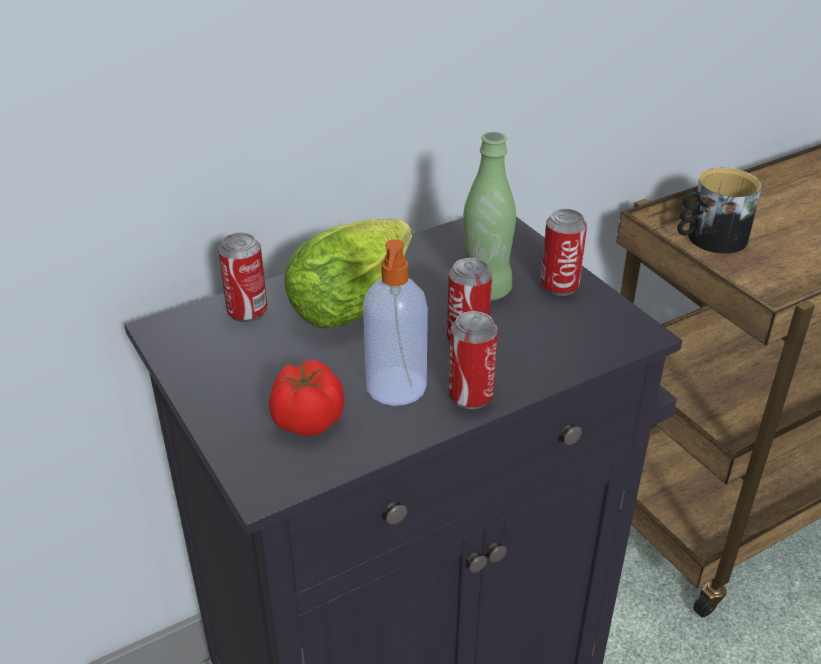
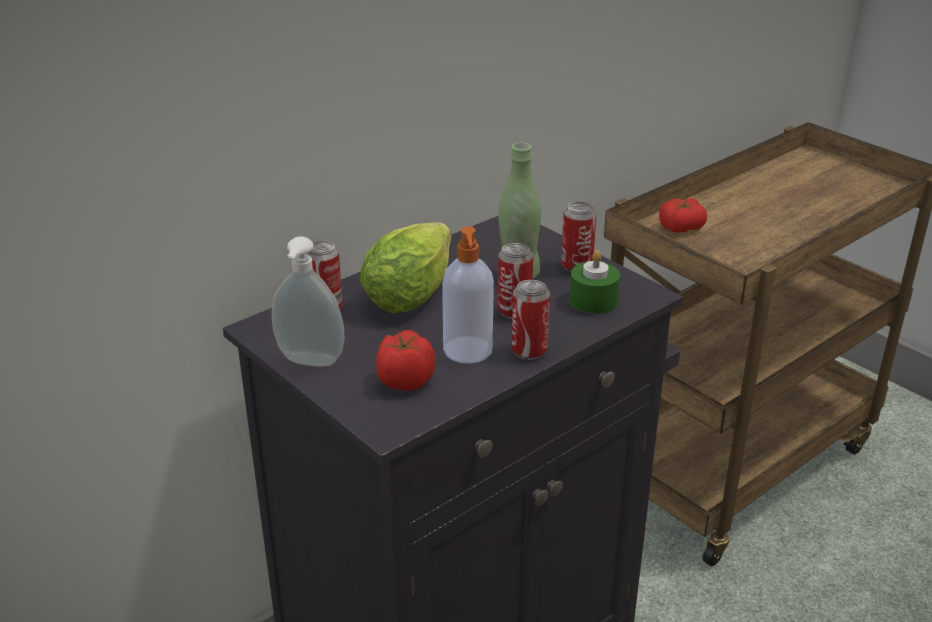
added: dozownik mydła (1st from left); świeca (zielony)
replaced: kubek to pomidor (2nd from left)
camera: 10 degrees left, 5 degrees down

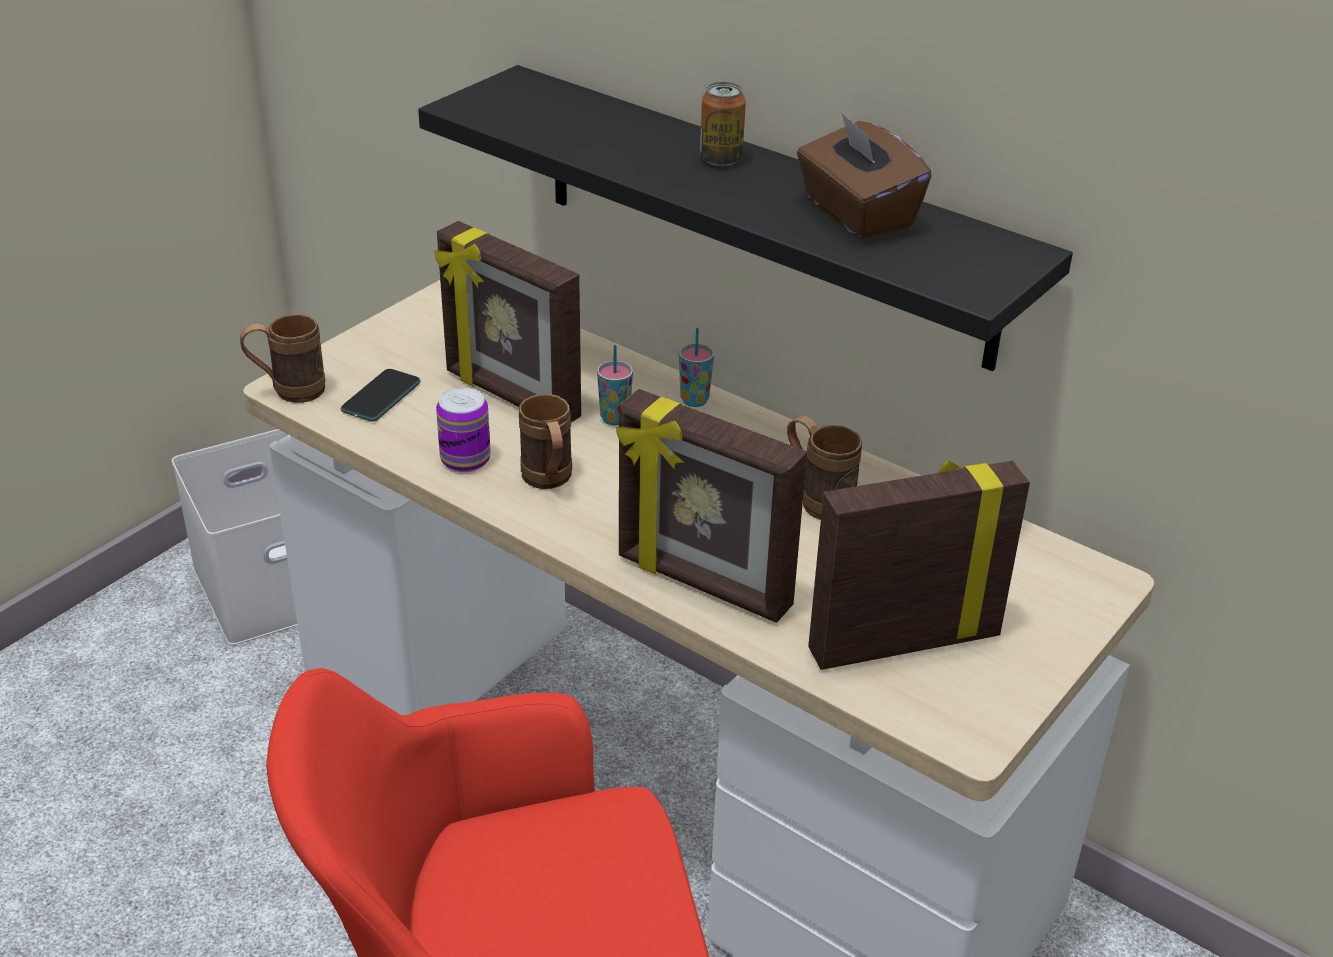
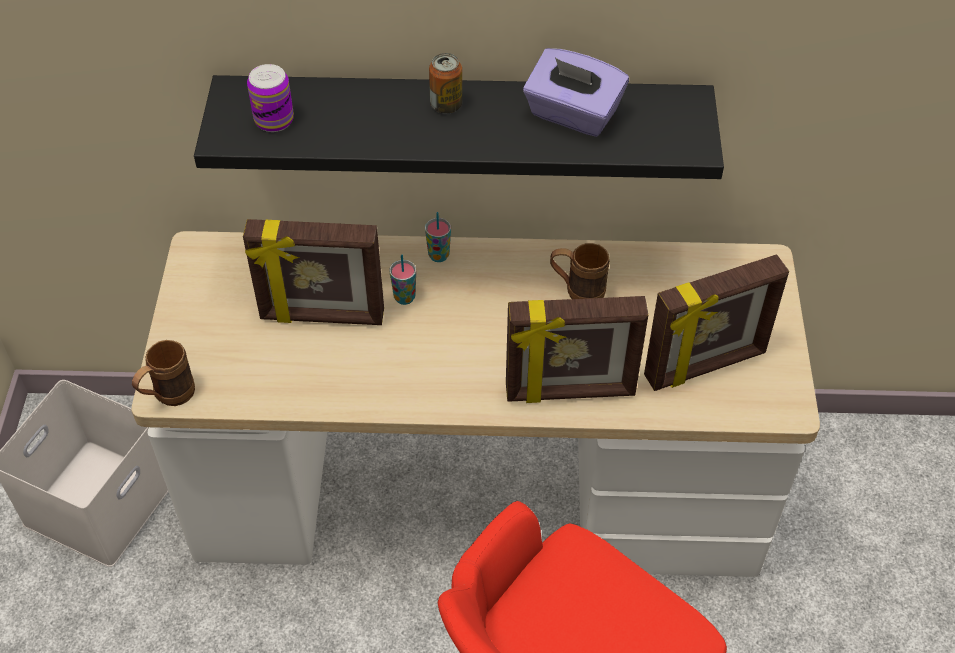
removed: telefon; kubek (brązowy) (2nd from left)
moved: puszka (1st from left)
recoloured: pudełko chusteczek (brązowy) to pudełko chusteczek (fioletowy)
turned: ramka na zdjęcie (3rd from left) 150 degrees counterclockwise
camera: 35 degrees left, 15 degrees up

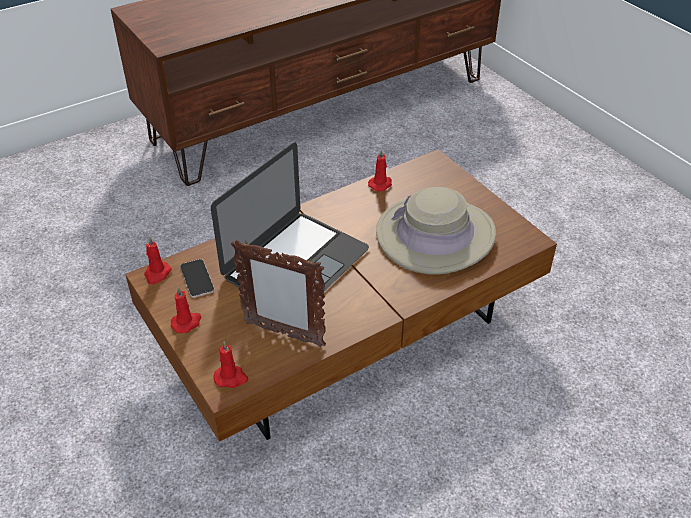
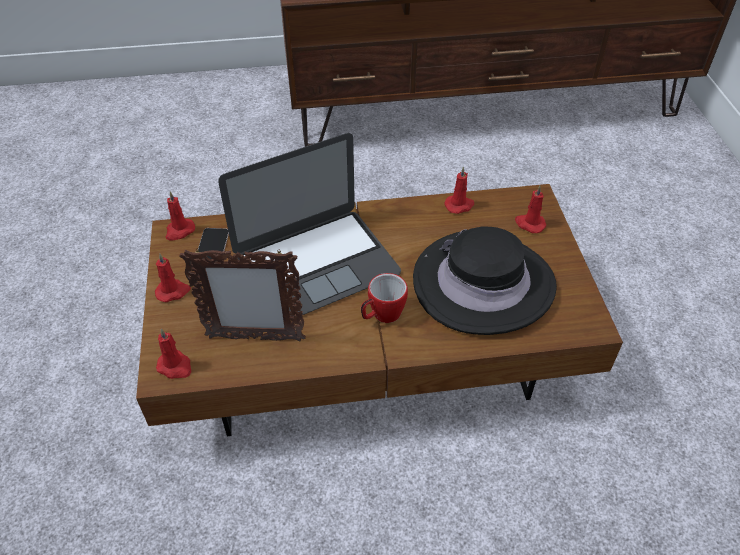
added: kubek; świeca (czerwony) (5th from left)
recoloured: kapelusz (beżowy) to kapelusz (czarny)
turned: ramka na zdjęcie 45 degrees counterclockwise
camera: 25 degrees right, 5 degrees up

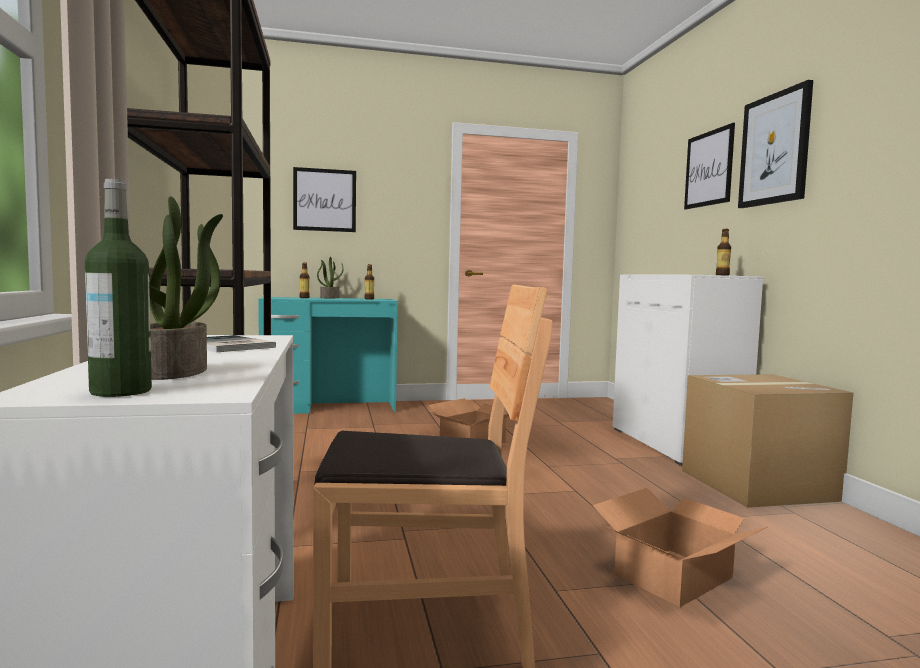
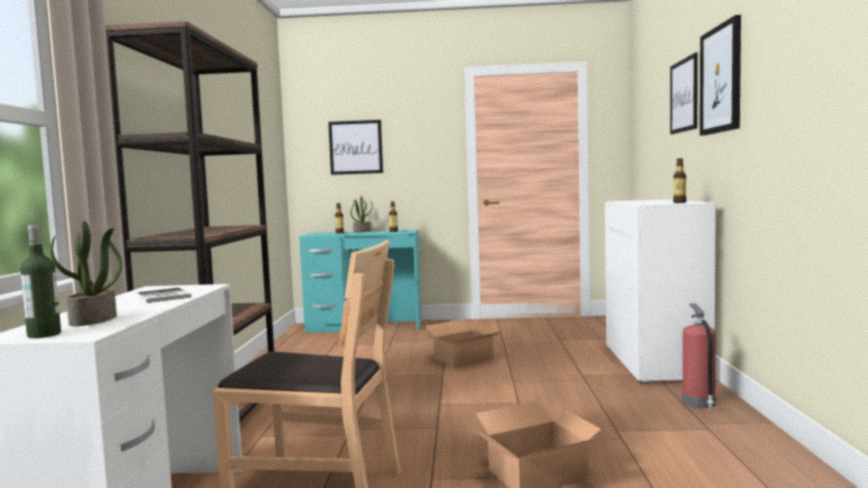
replaced: karton (3rd from left) to gaśnica
camera: 15 degrees right, 0 degrees up

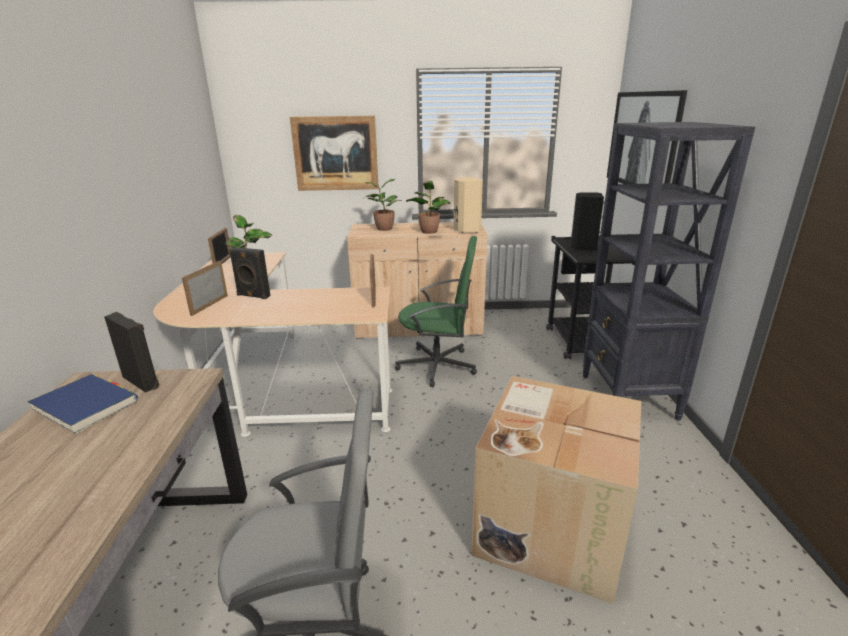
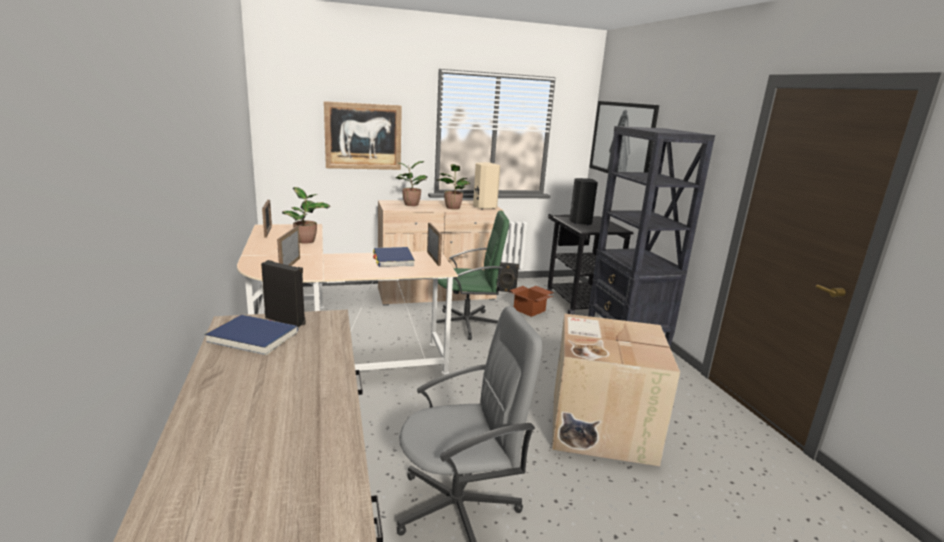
added: książka (niebieski) (2nd from left); karton (1st from left)
moved: głośnik (czarny) (2nd from left)
camera: 15 degrees left, 5 degrees down

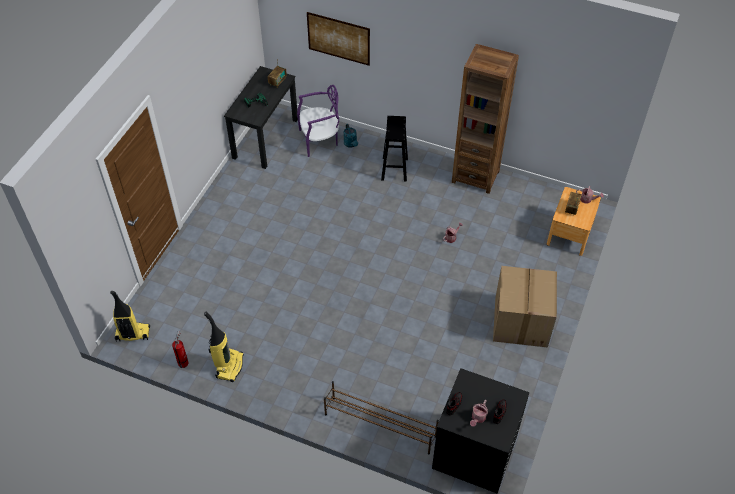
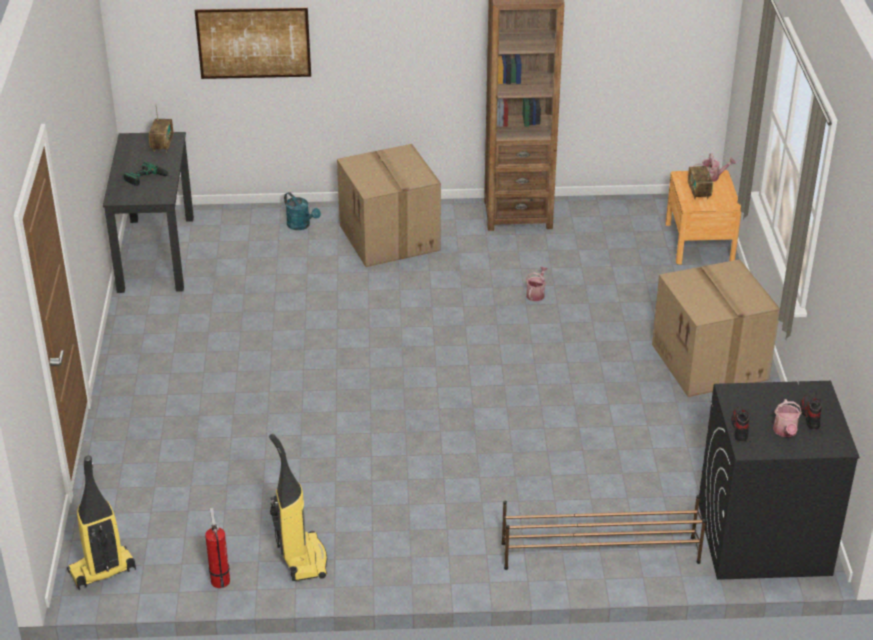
removed: krzesło (fioletowy)
replaced: stołek (czarny) to karton (1st from left)
camera: 25 degrees left, 15 degrees down

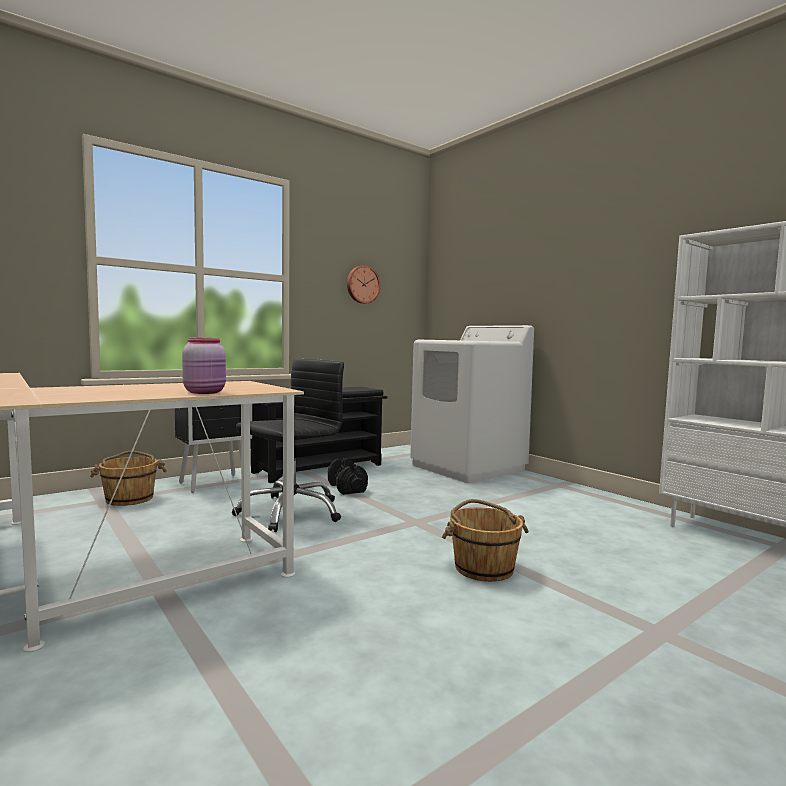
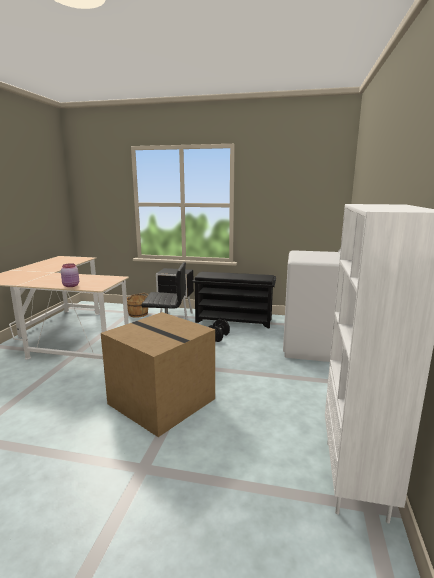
removed: zegar ścienny
replaced: wiadro (brązowy) (2nd from left) to karton
camera: 50 degrees right, 10 degrees up

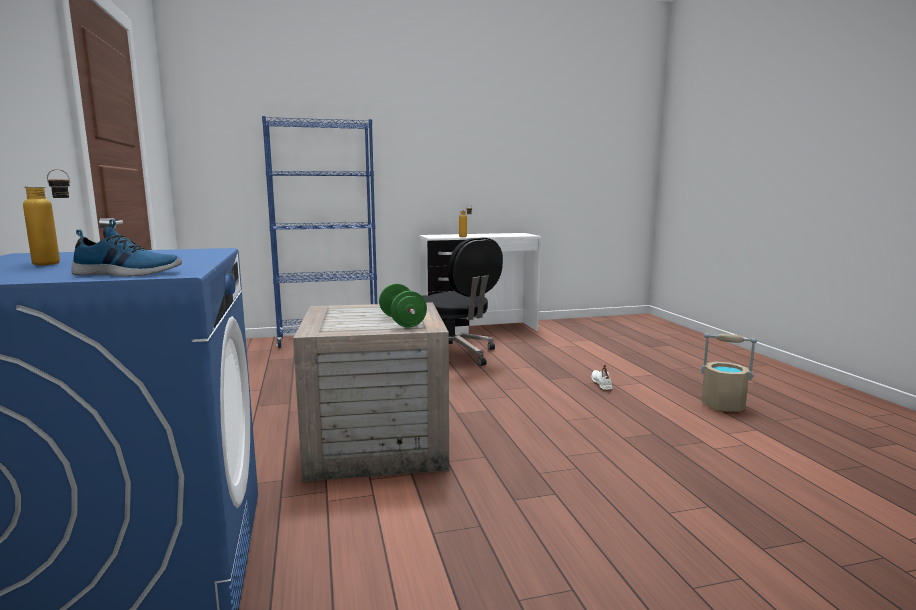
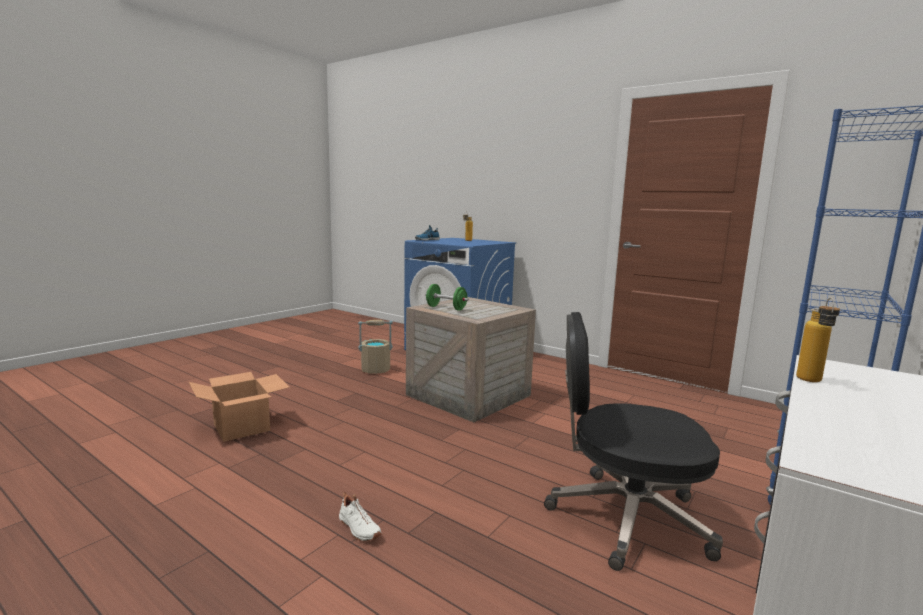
added: karton
moved: wiadro (beżowy)
camera: 140 degrees right, 0 degrees up

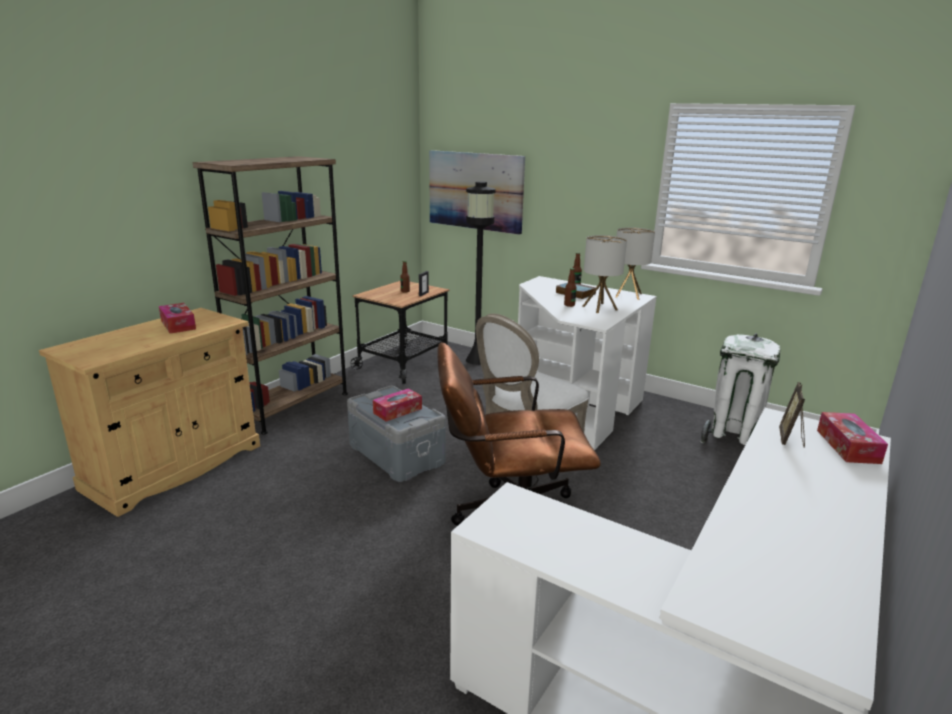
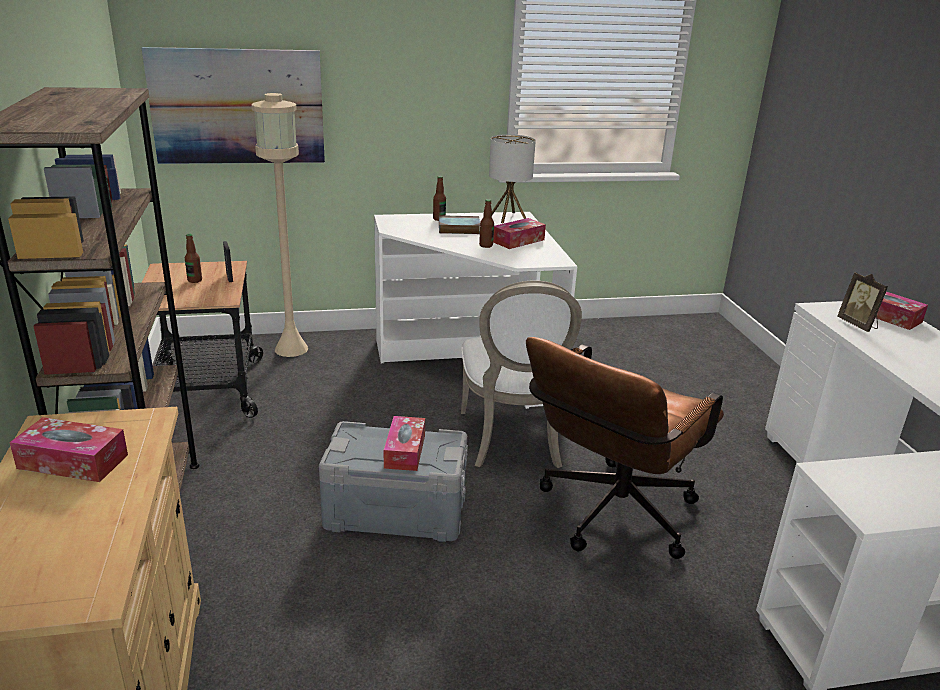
removed: kosz na śmieci (biały)
replaced: lampa stołowa (1st from left) to pudełko chusteczek (3rd from left)
recoloured: lampa stojąca (czarny) to lampa stojąca (beżowy)
camera: 45 degrees left, 5 degrees up

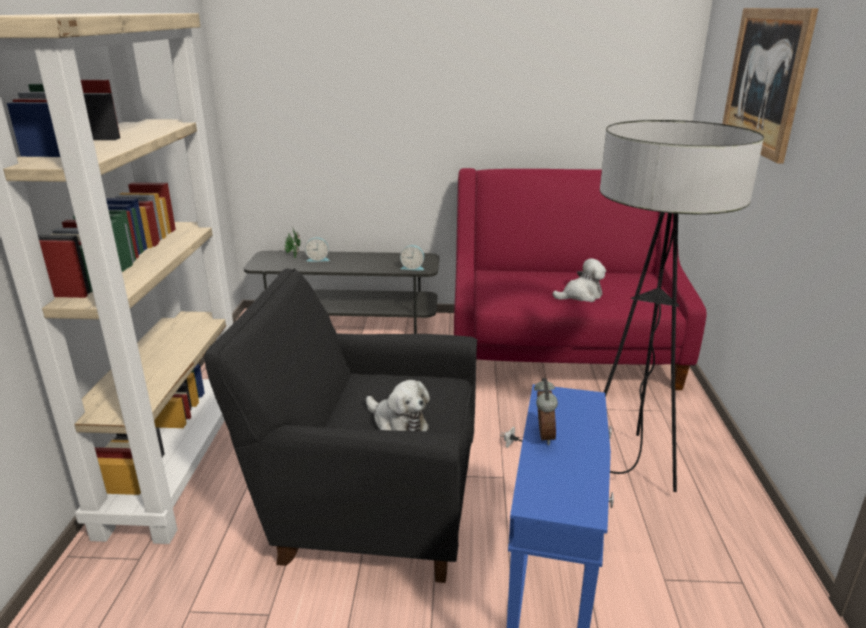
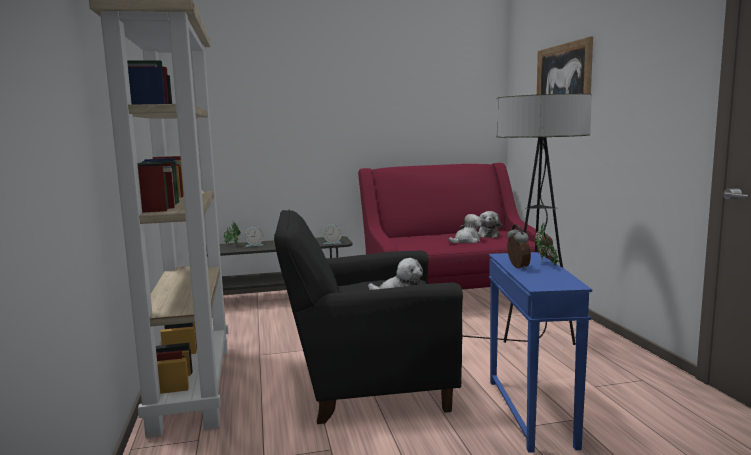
added: pluszak (3rd from left); roślina doniczkowa (2nd from left)
camera: 15 degrees left, 15 degrees down

